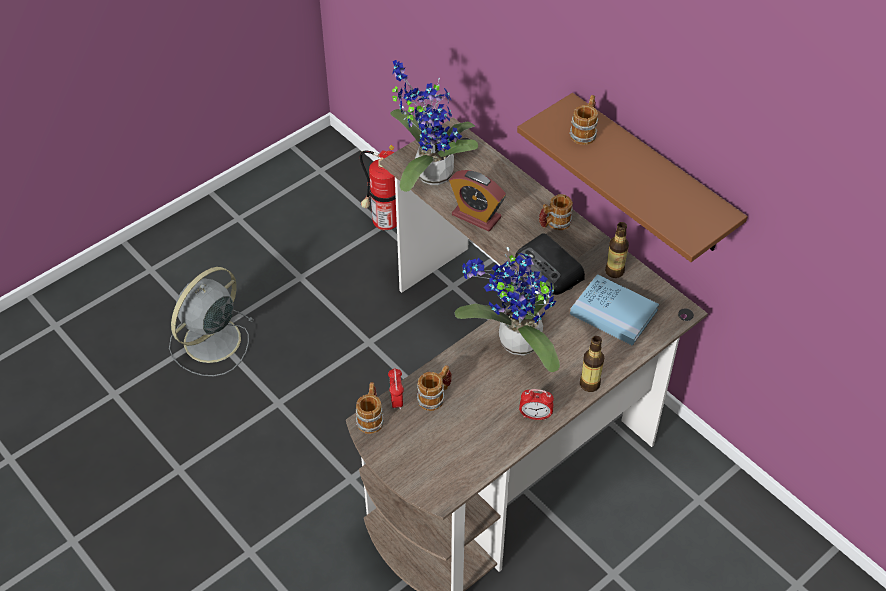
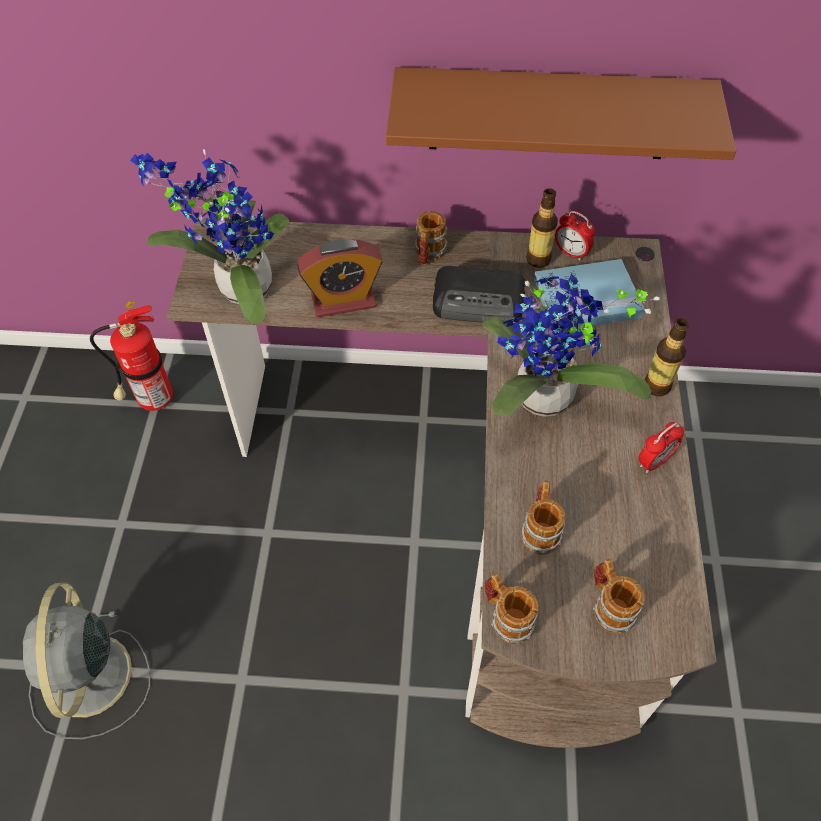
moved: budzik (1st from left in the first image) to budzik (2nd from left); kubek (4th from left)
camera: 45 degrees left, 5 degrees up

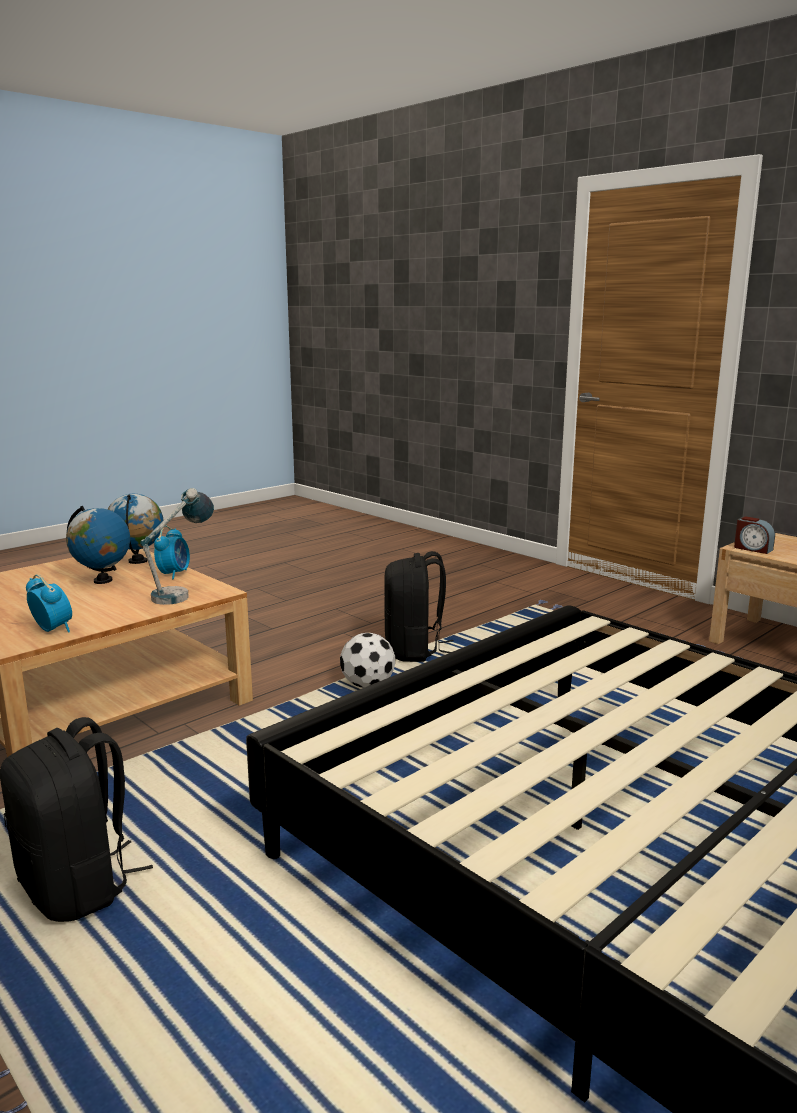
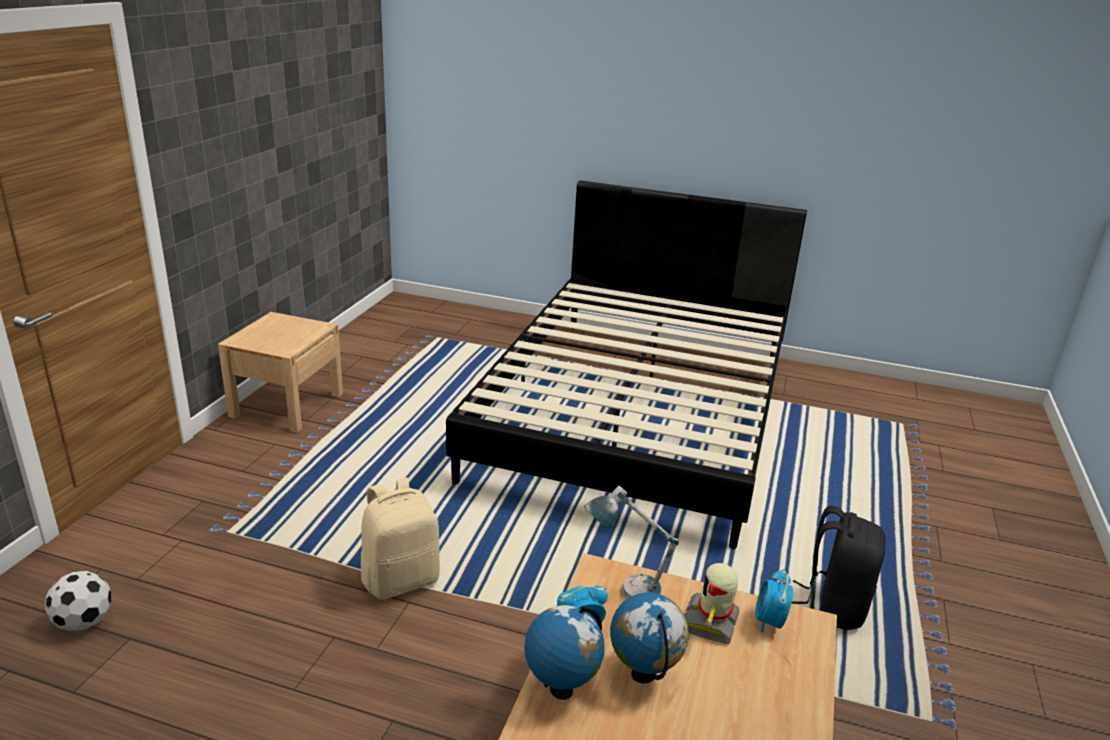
removed: budzik (3rd from left)
added: robot zabawkowy
moved: piłka futbolowa
recoloured: plecak (czarny) (2nd from left) to plecak (beżowy)
camera: 120 degrees left, 10 degrees up

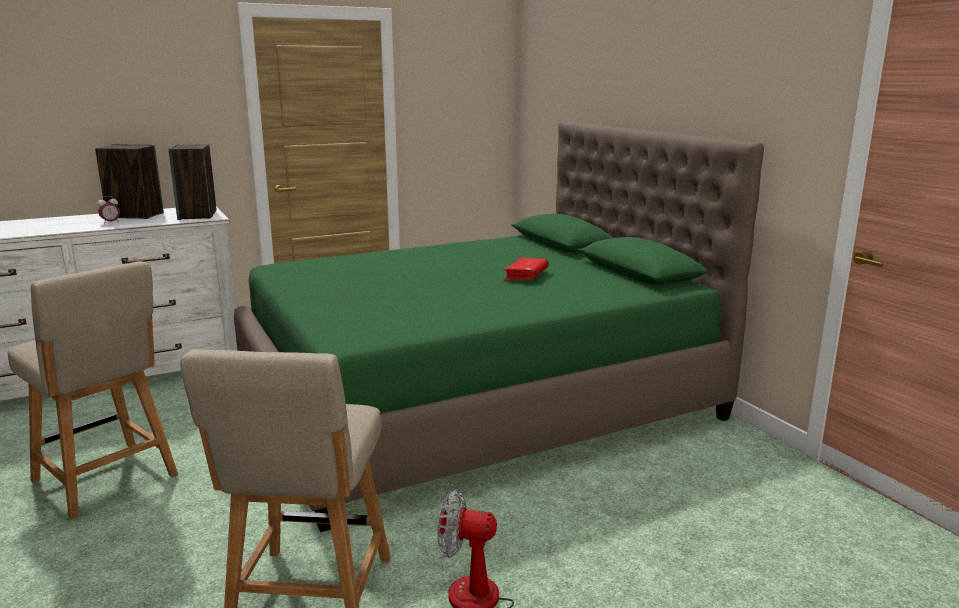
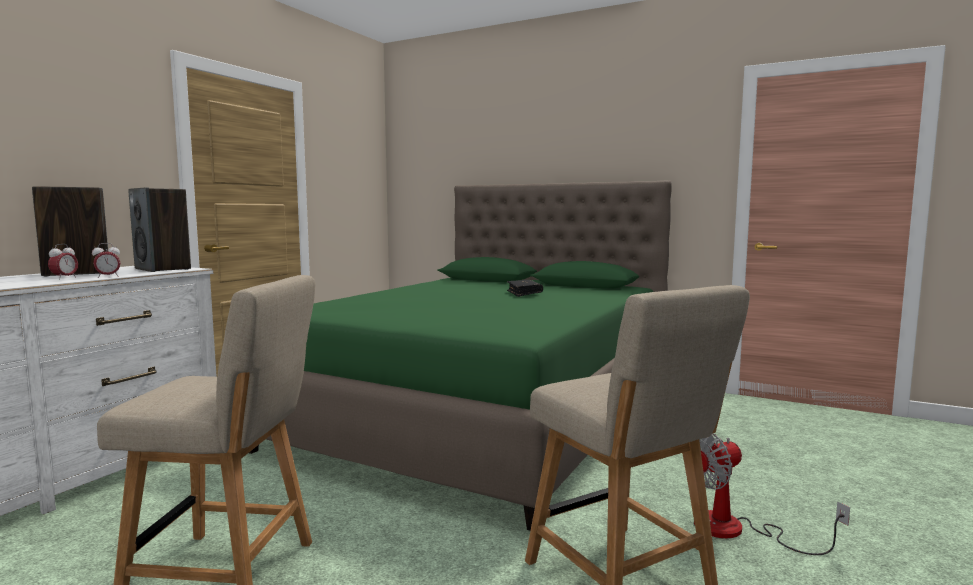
added: budzik (2nd from left)
recoloured: książka (czerwony) to książka (czarny)
camera: 35 degrees left, 10 degrees down

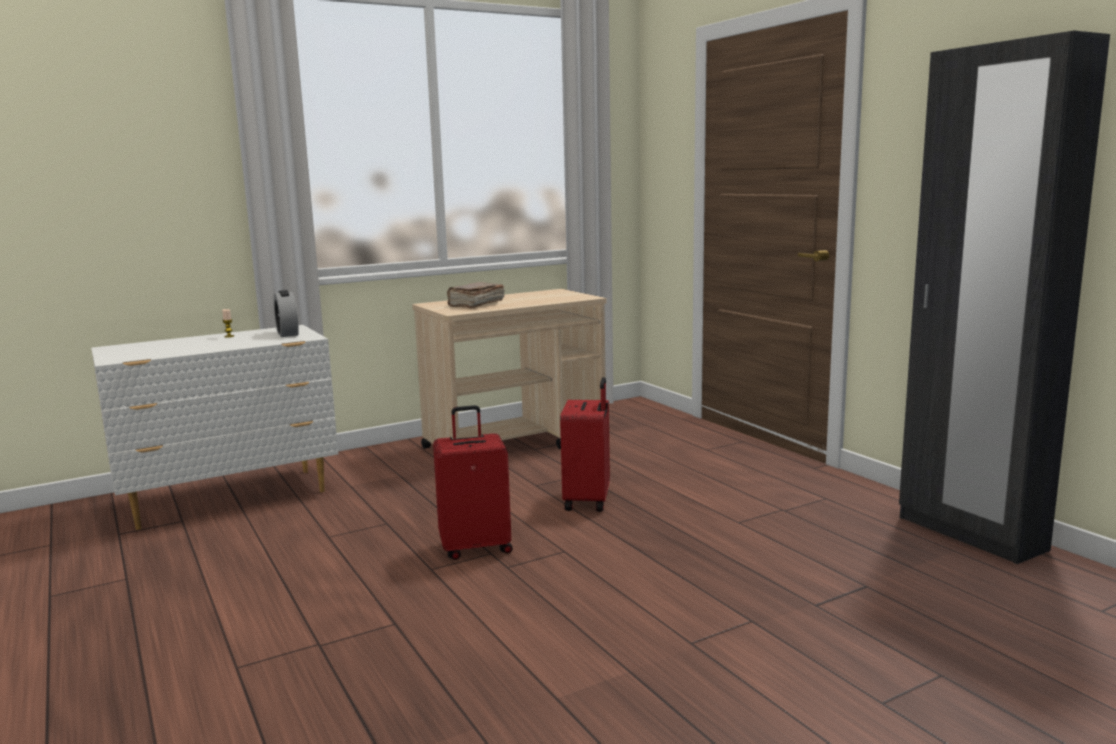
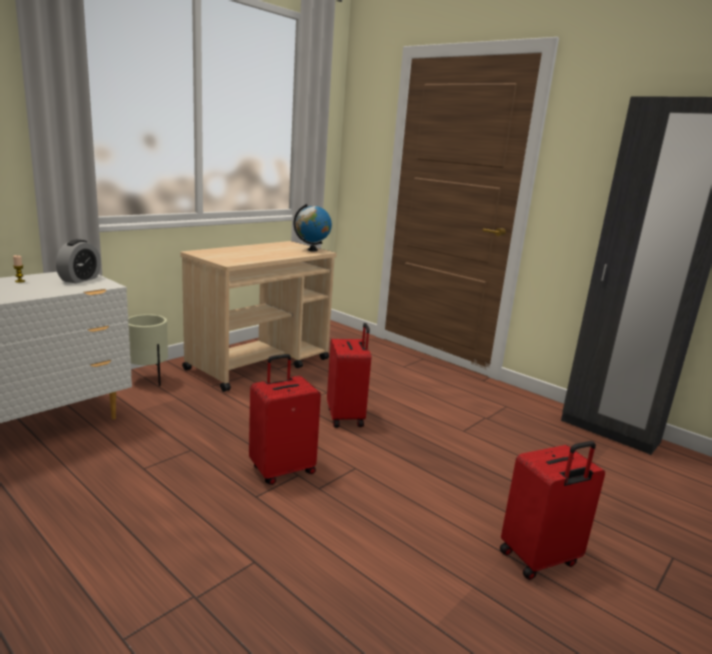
removed: książka (brązowy)
added: donica (beżowy); globus; walizka (czerwony) (3rd from left)
turned: budzik 120 degrees counterclockwise
camera: 20 degrees left, 5 degrees up

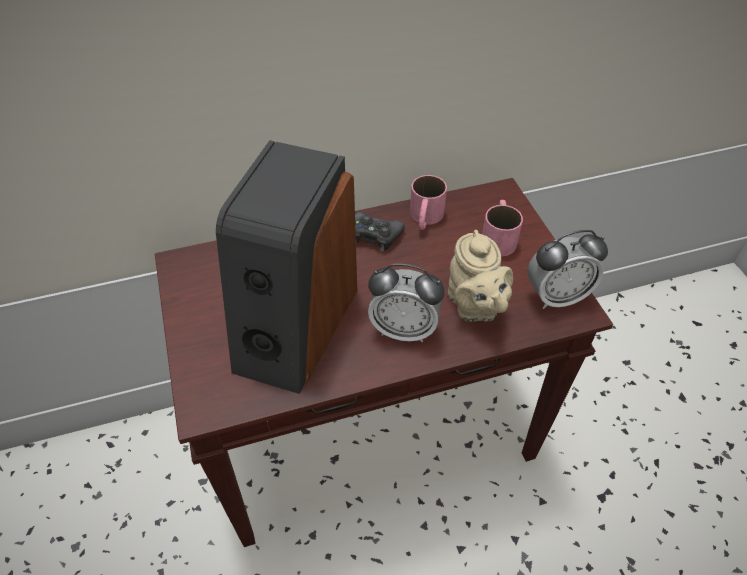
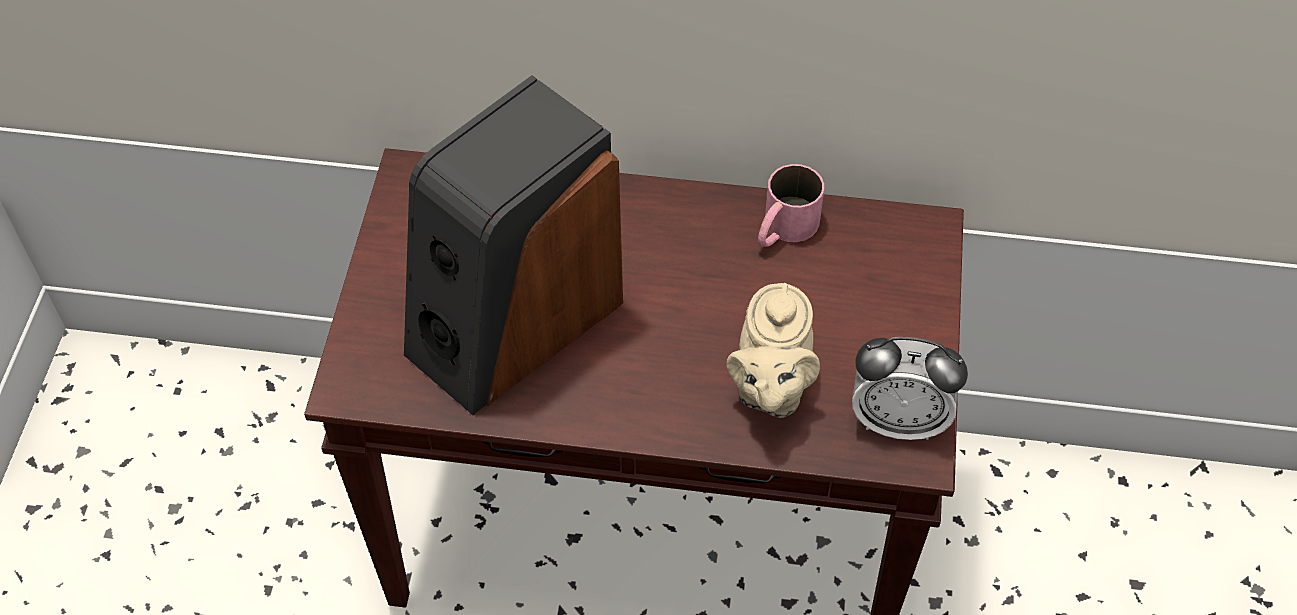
removed: pad do gier (czarny); budzik (1st from left); kubek (różowy) (2nd from left)
camera: 25 degrees right, 5 degrees up

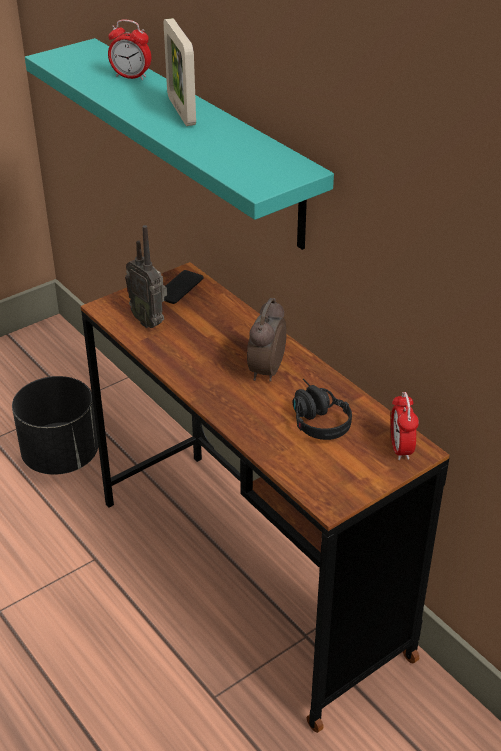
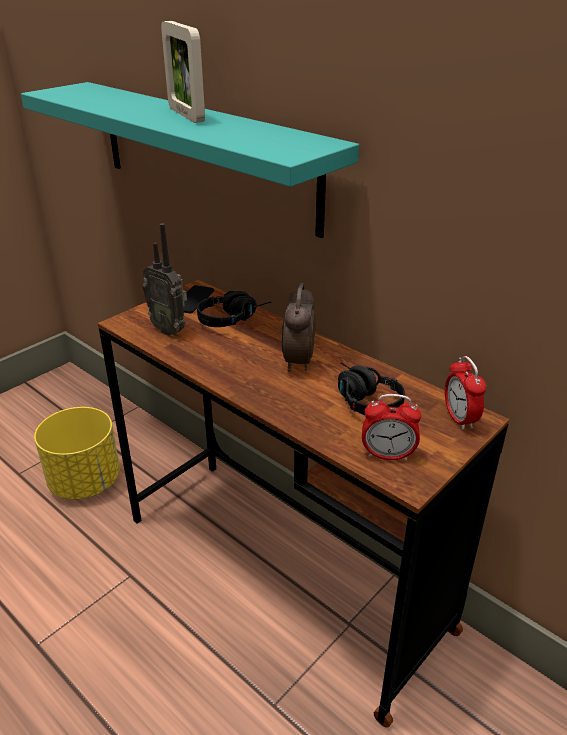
added: słuchawki (czarny) (1st from left)
moved: budzik (1st from left in the first image) to budzik (2nd from left)
recoloured: donica (czarny) to donica (żółty)
camera: 10 degrees left, 5 degrees down

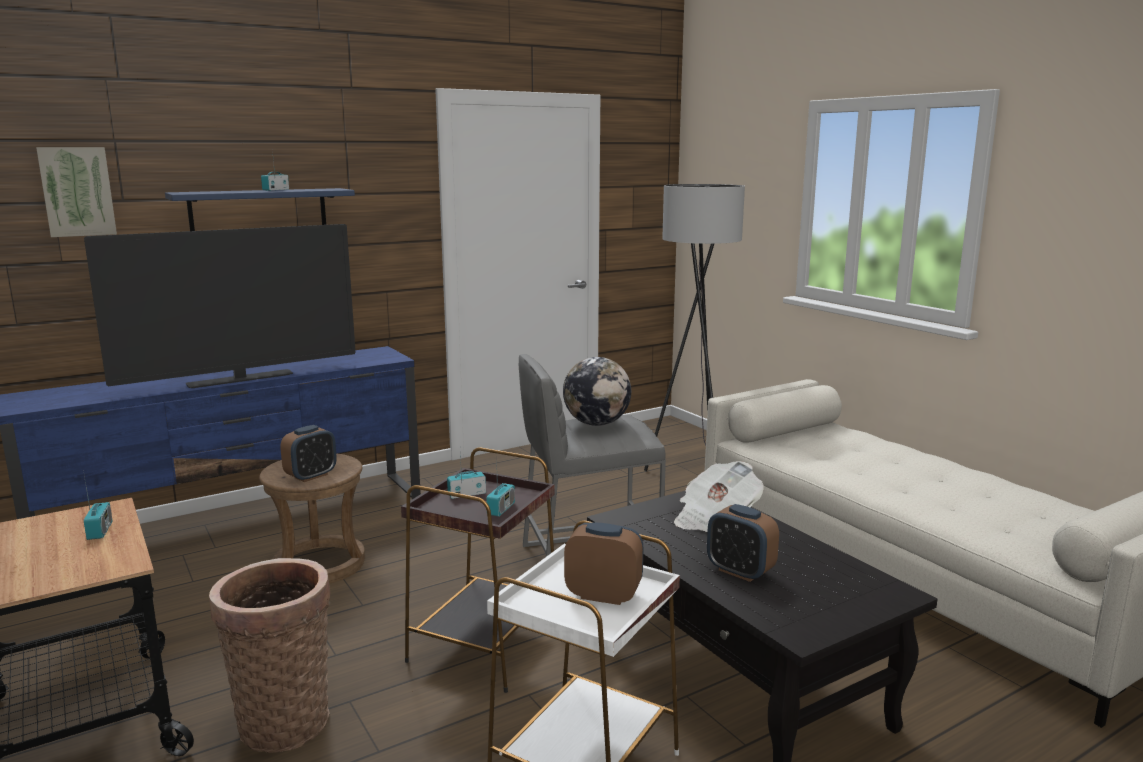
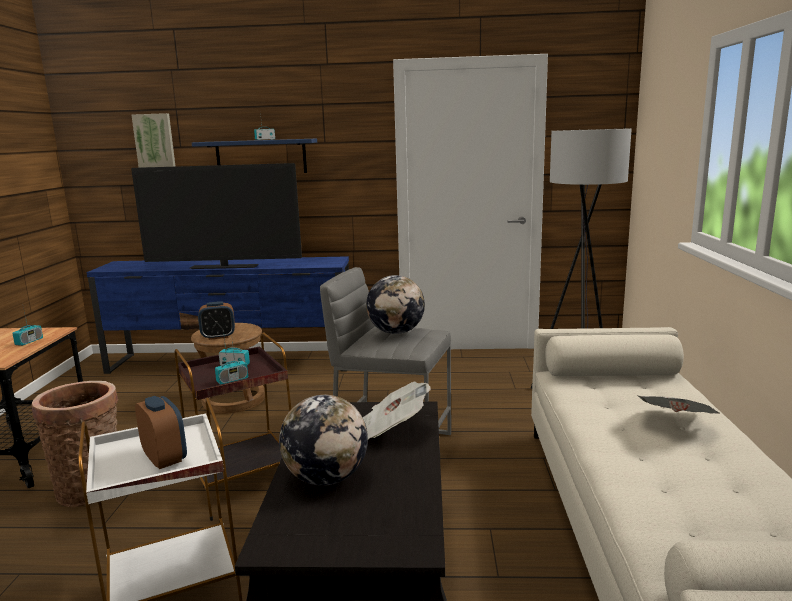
added: gazeta (2nd from left)
replaced: budzik (3rd from left) to globus (1st from left)
camera: 35 degrees right, 0 degrees up

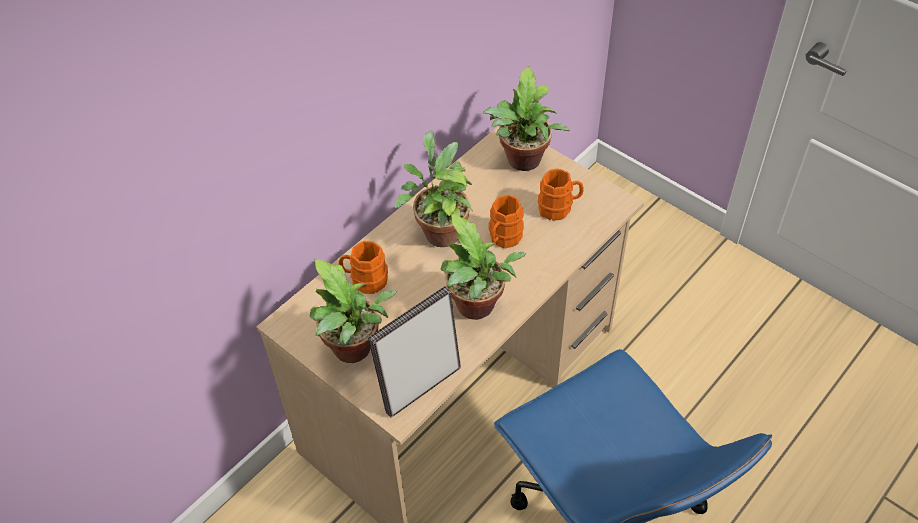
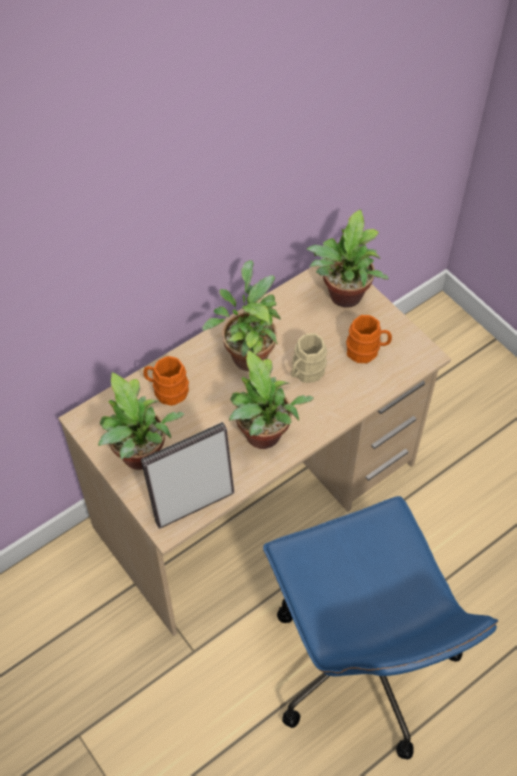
recoloured: kubek (pomarańczowy) (2nd from left) to kubek (beżowy)
camera: 10 degrees right, 5 degrees up

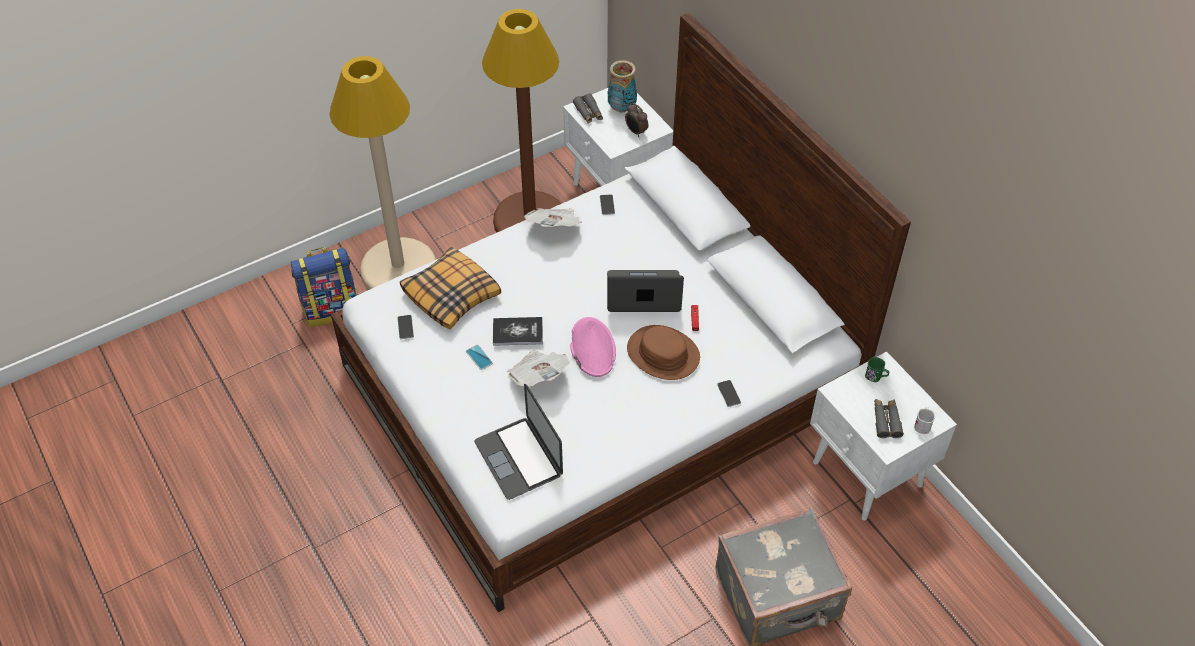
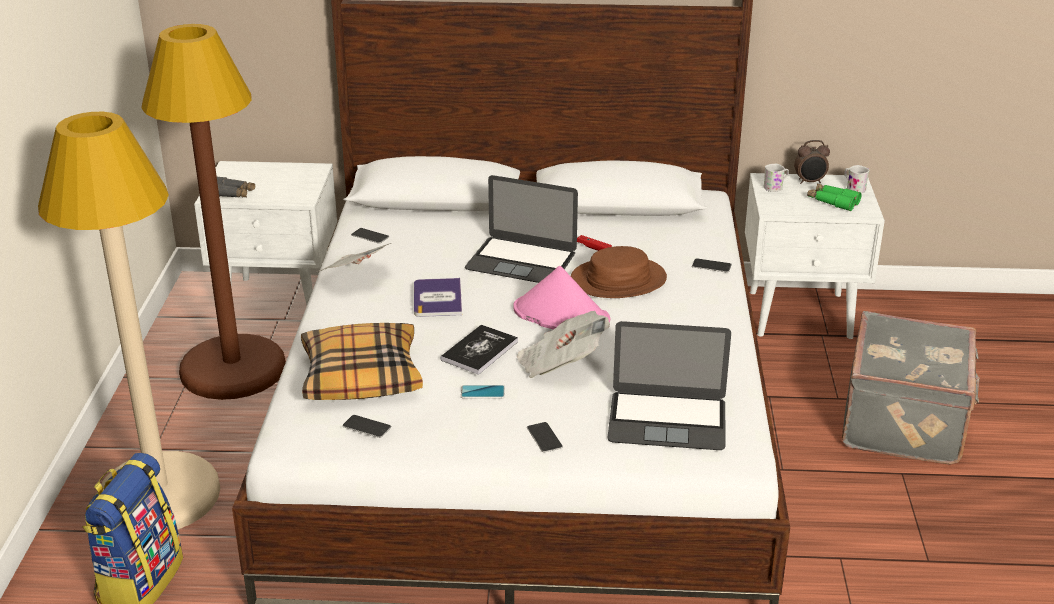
removed: wazon
added: książka (1st from left); telefon (4th from left)
moved: budzik
recoloured: kubek (zielony) to kubek (biały) (1st from left); lornetka (szary) (2nd from left) to lornetka (zielony)
turned: laptop (2nd from left in the first image) 105 degrees counterclockwise
camera: 55 degrees left, 20 degrees down

